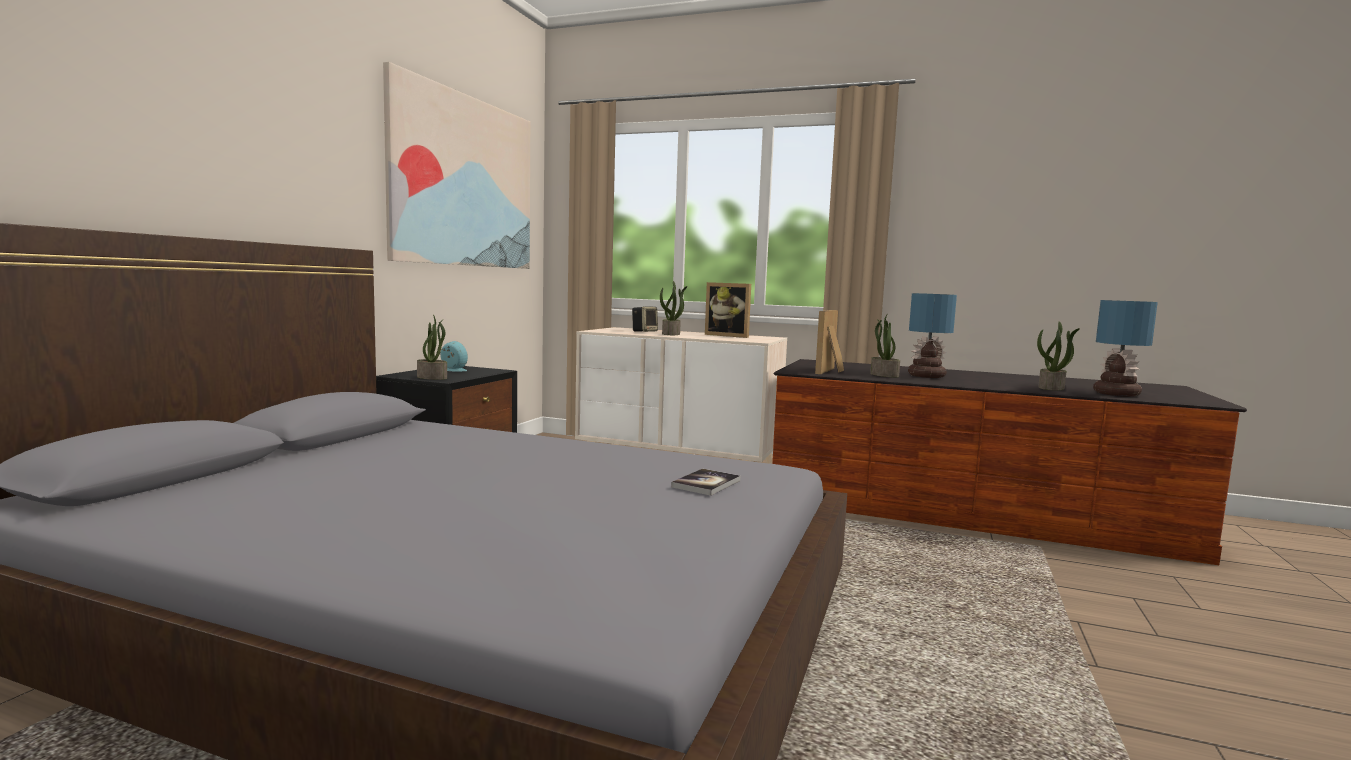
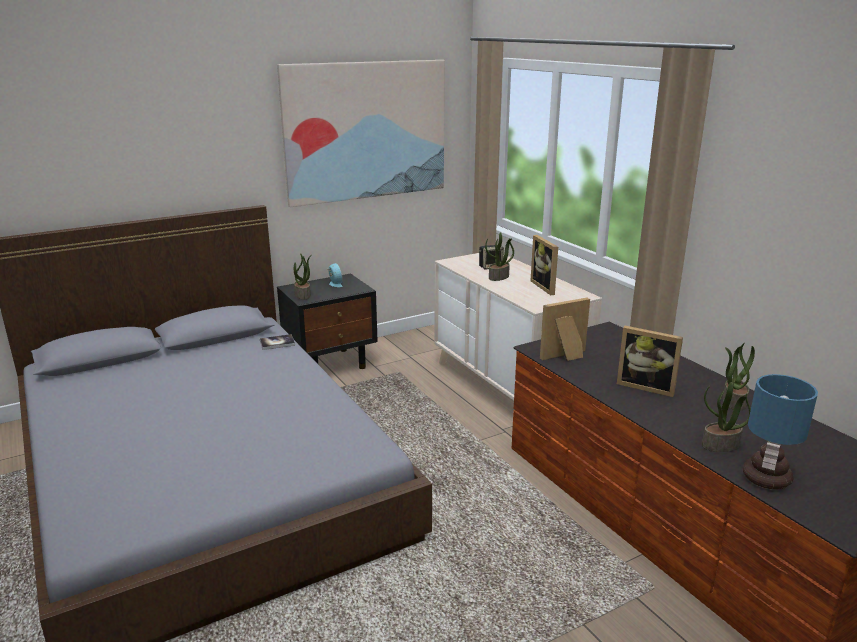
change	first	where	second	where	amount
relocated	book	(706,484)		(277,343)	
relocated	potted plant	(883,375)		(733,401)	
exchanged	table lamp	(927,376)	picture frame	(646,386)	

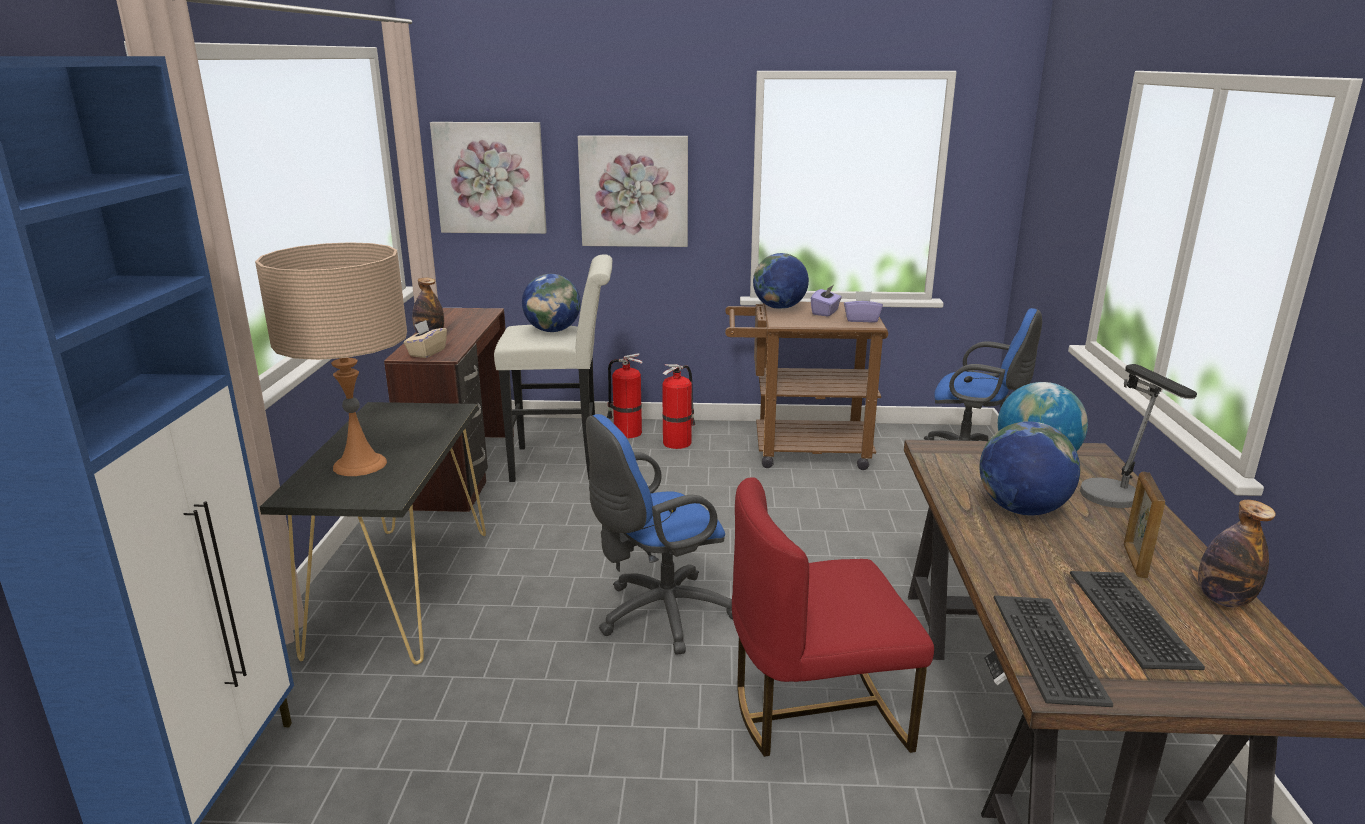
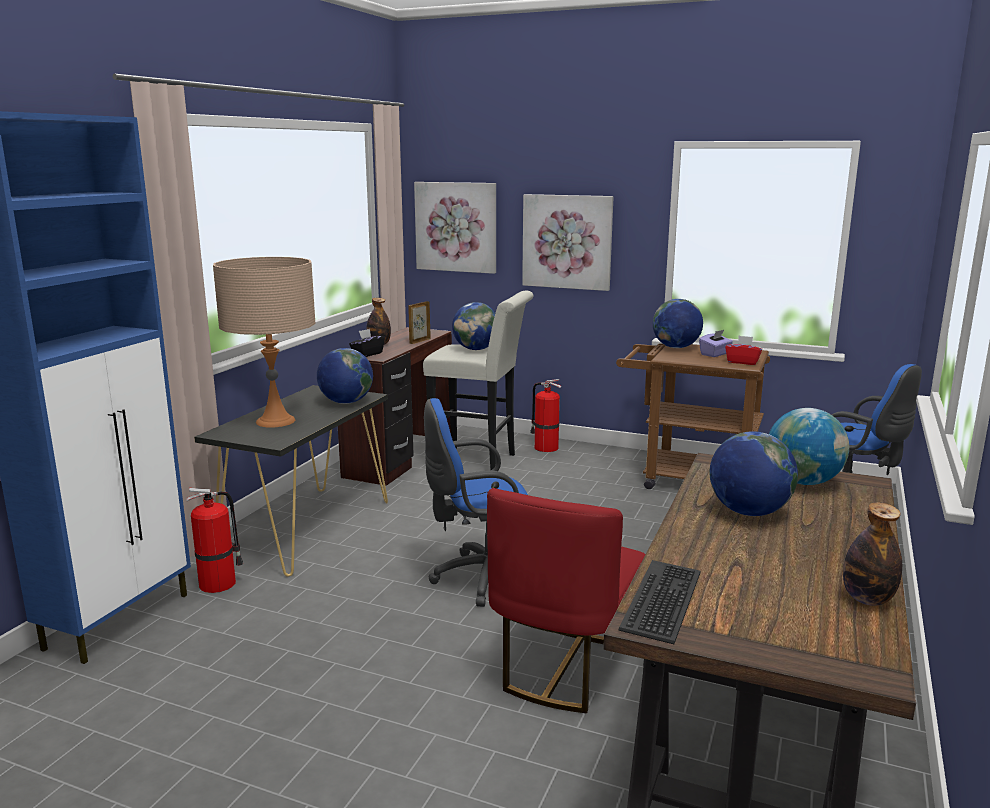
change	first	where	second	where	amount
missing	keyboard	(1132,619)			
missing	table lamp	(1117,503)			
appeared			globe	(346,402)	
relocated	fire extinguisher	(678,442)		(219,583)	
relocated	picture frame	(1134,561)		(419,341)	
colour	beige tissue box	(427,352)	black tissue box	(367,354)	
colour	purple tissue box	(861,319)	red tissue box	(742,362)	
spun	red chair	(817,710)		(563,666)	75 degrees counterclockwise

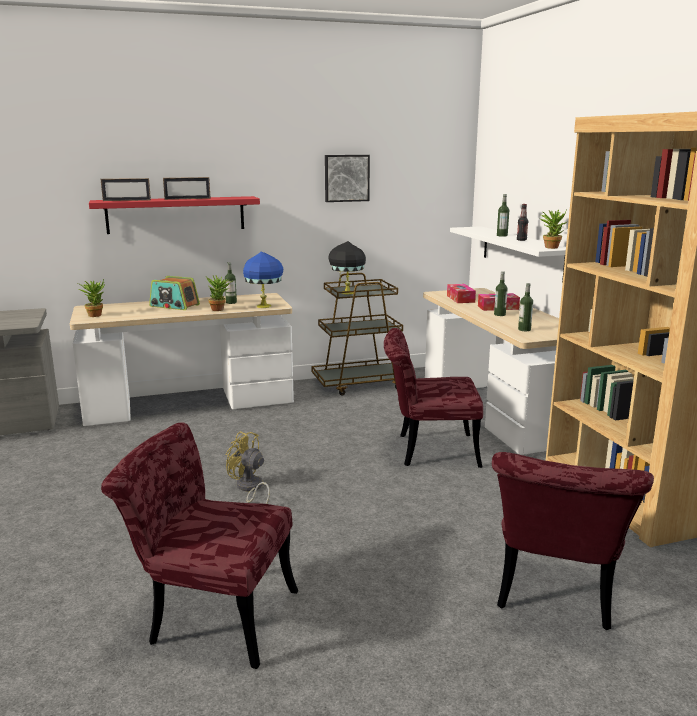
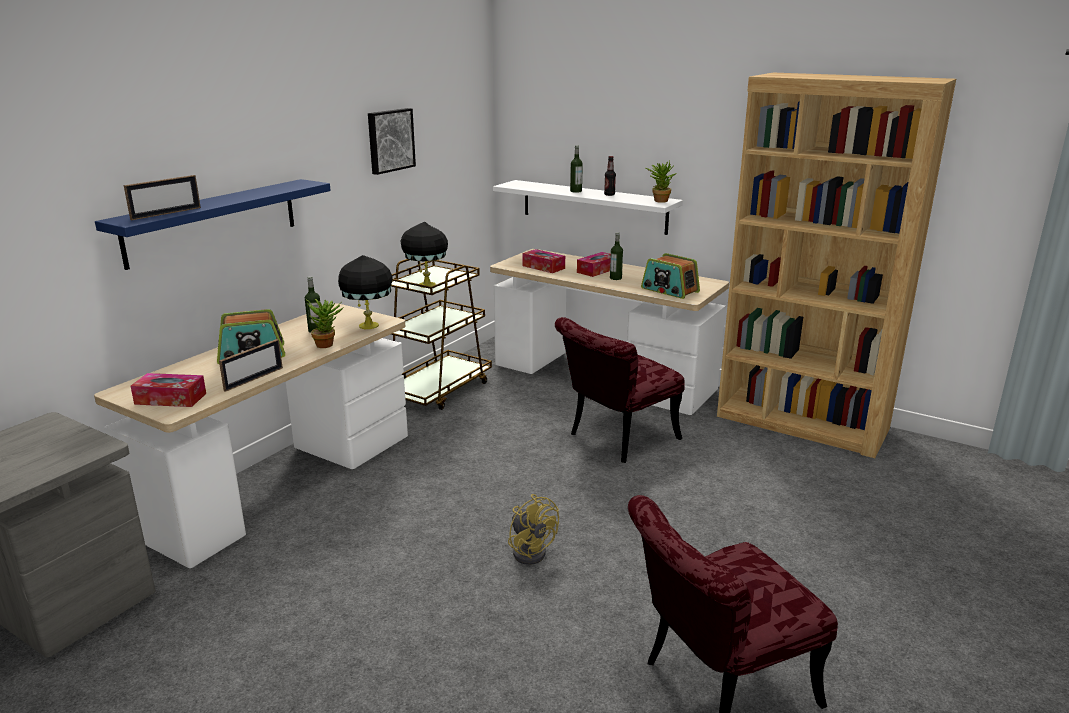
change	first	where	second	where	amount
missing	red chair	(554,596)			
relocated	picture frame	(187,199)		(254,379)	
exchanged	potted plant	(96,315)	tissue box	(170,399)	
exchanged	bottle	(524,329)	radio	(669,290)	
colour	red shelf	(176,214)	blue shelf	(213,222)	
colour	blue table lamp	(264,306)	black table lamp	(369,325)	
spun	yellow fan	(250,488)		(531,550)	120 degrees counterclockwise

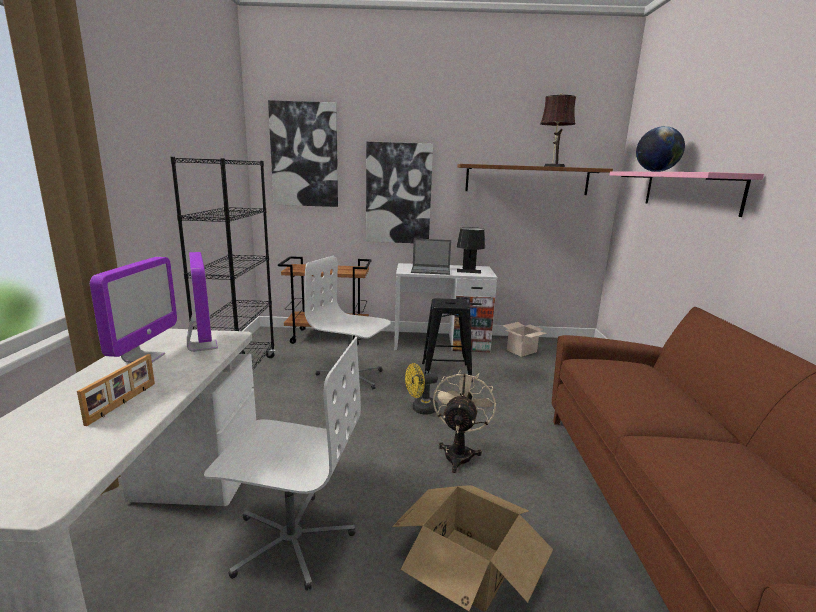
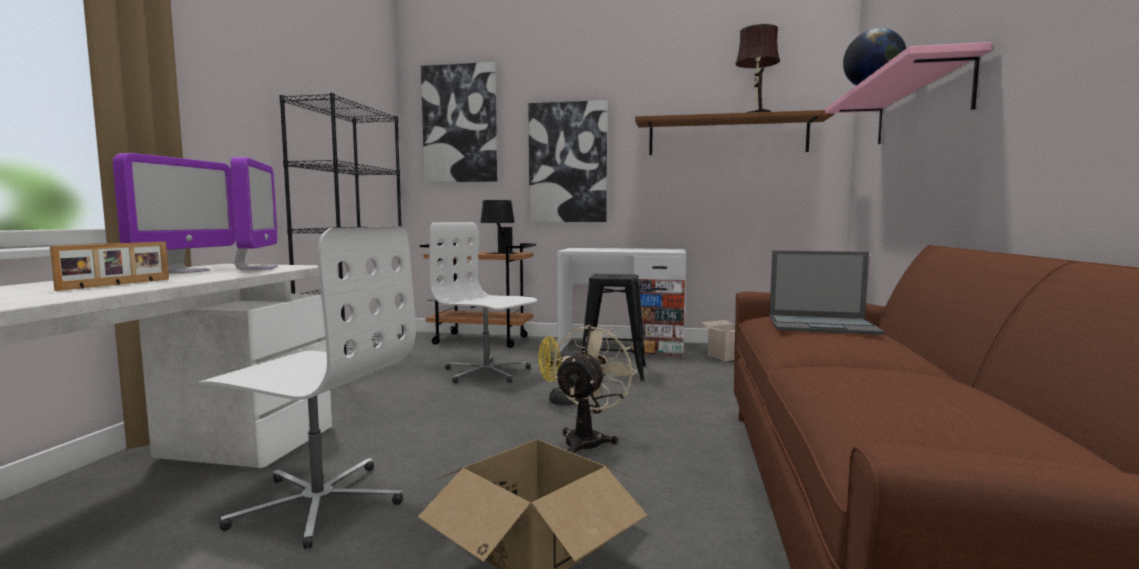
change	first	where	second	where	amount
relocated	laptop	(431,270)		(823,325)	
relocated	black table lamp	(469,272)		(499,253)	

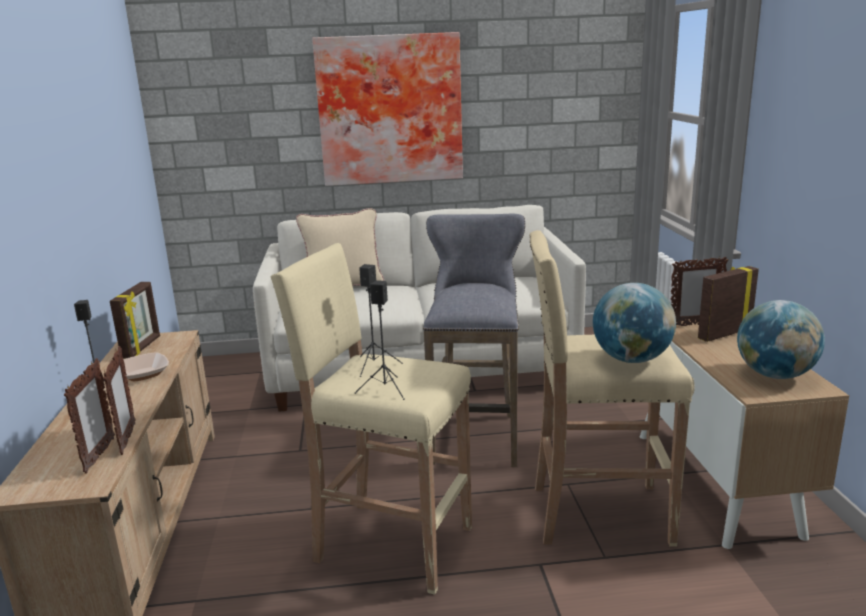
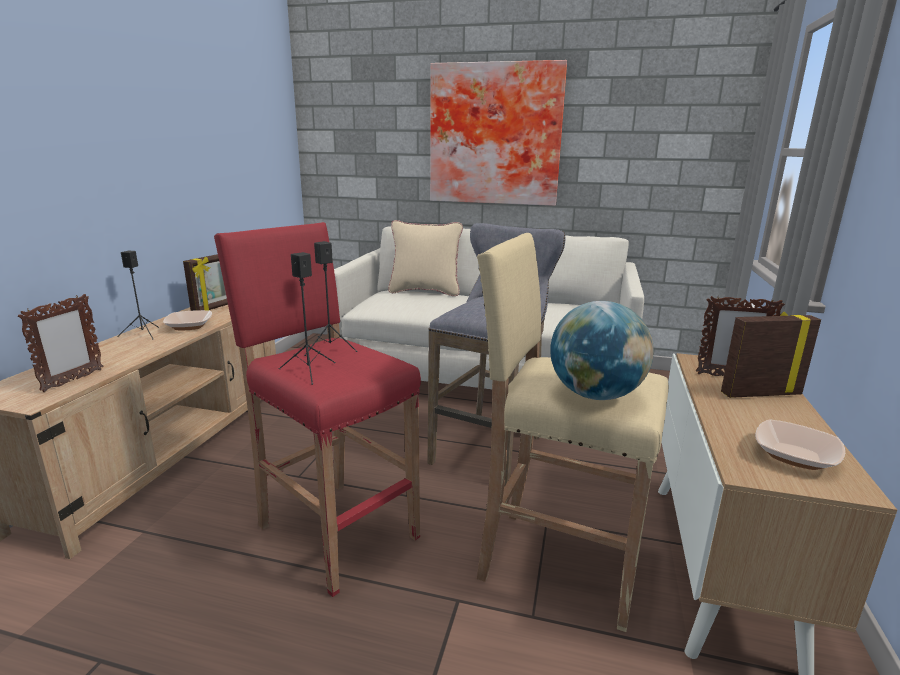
change	first	where	second	where	amount
missing	picture frame	(127,439)			
exchanged	globe	(775,375)	bowl	(795,456)	
colour	beige stool	(390,543)	red stool	(335,530)	

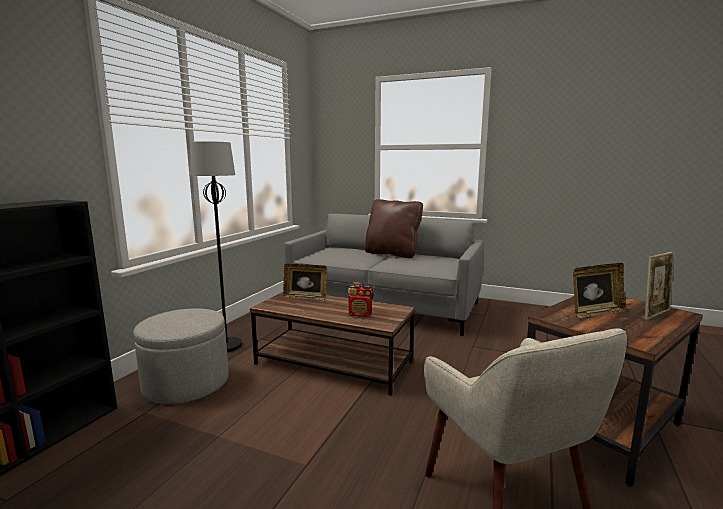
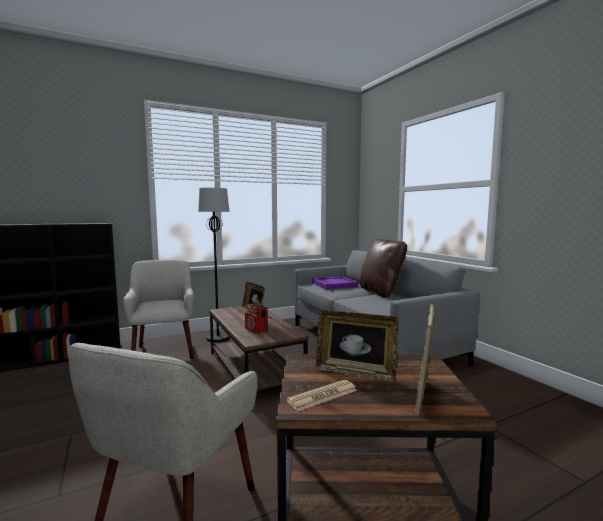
change	first	where	second	where	amount
appeared			newspaper	(322,396)	
appeared			purple tray	(334,284)	
exchanged	grey ottoman	(186,383)	beige armchair	(164,352)	
spun	picture frame	(655,314)		(422,396)	105 degrees clockwise

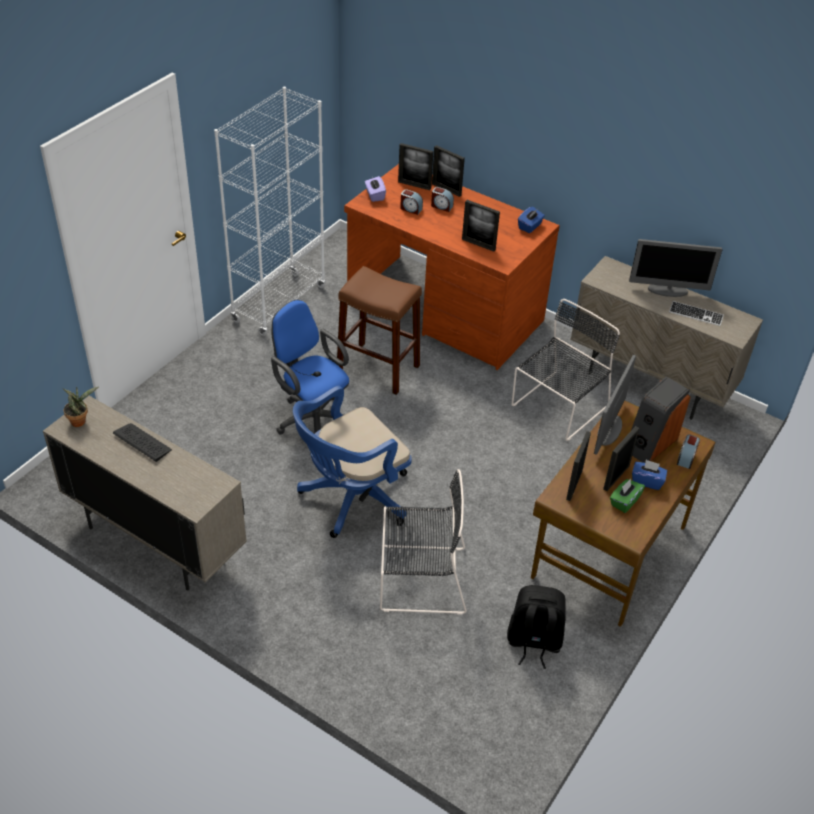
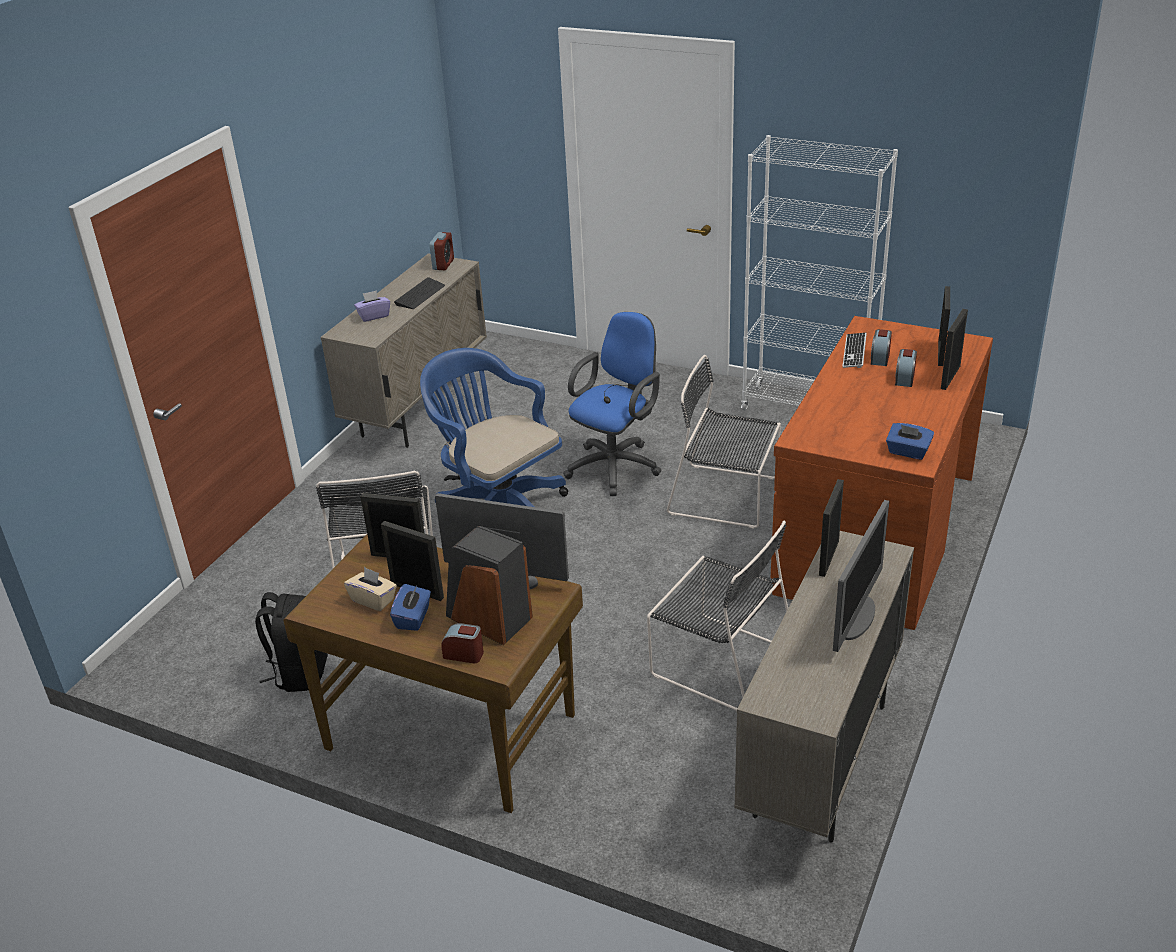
change	first	where	second	where	amount
relocated	purple tissue box	(375,195)		(374,316)	
relocated	picture frame	(478,244)		(829,558)	
relocated	keyboard	(695,314)		(854,352)	
exchanged	potted plant	(80,421)	alarm clock	(443,264)	
exchanged	brown stool	(378,368)	black chair	(727,496)	
colour	green tissue box	(624,501)	beige tissue box	(373,600)	
spun	monitor	(668,290)		(856,618)	150 degrees counterclockwise

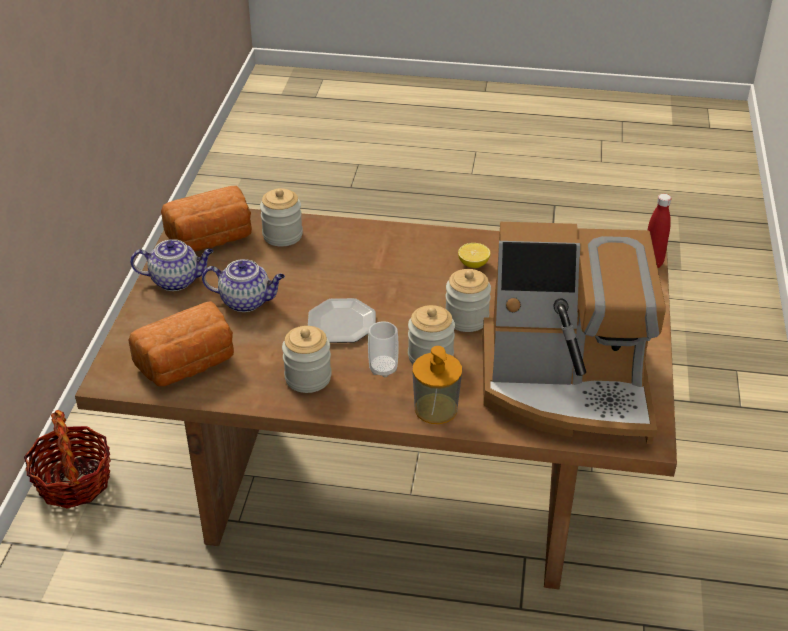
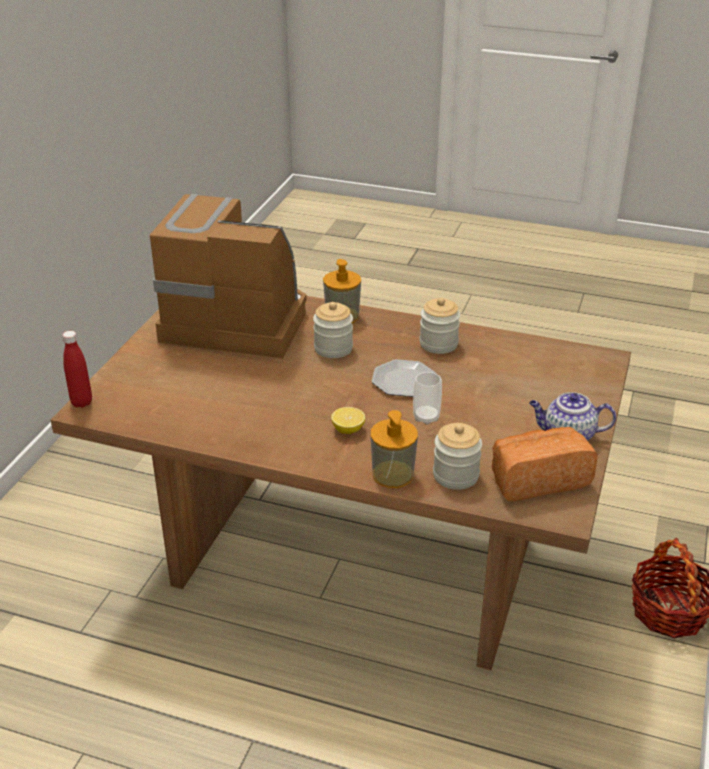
change	first	where	second	where	amount
missing	bread	(188,365)			
missing	teapot	(247,301)			
missing	jar	(466,318)			
appeared			soap dispenser	(393,474)	
relocated	cup	(383,369)		(426,417)	
relocated	lemon	(473,264)		(348,429)	

